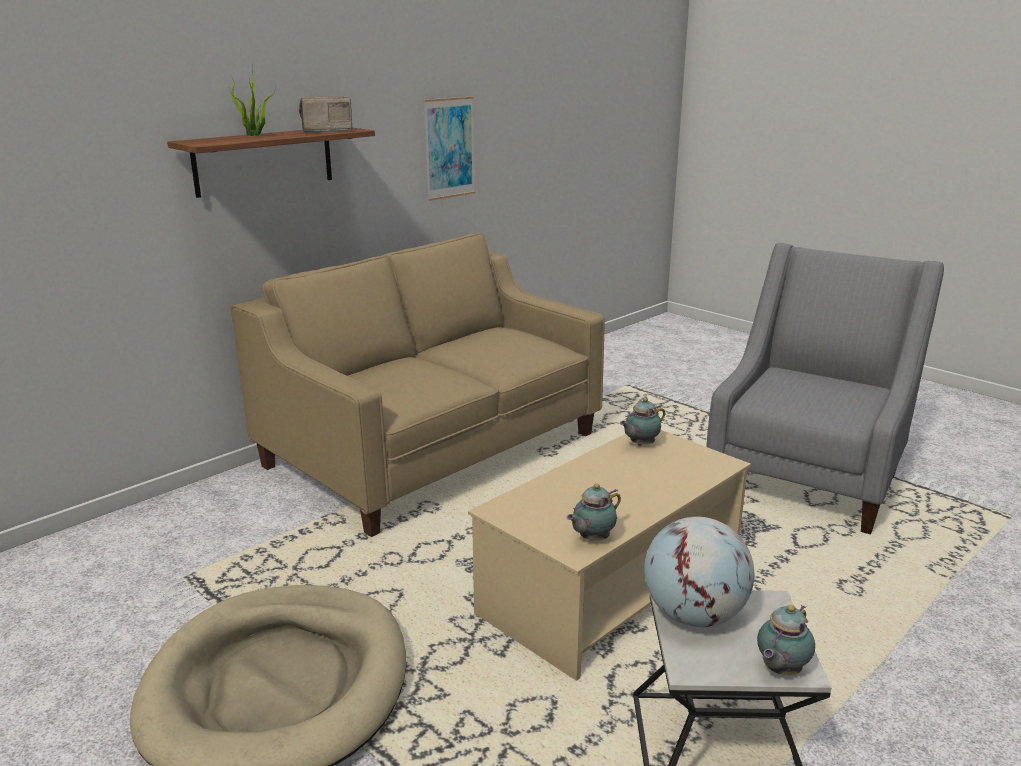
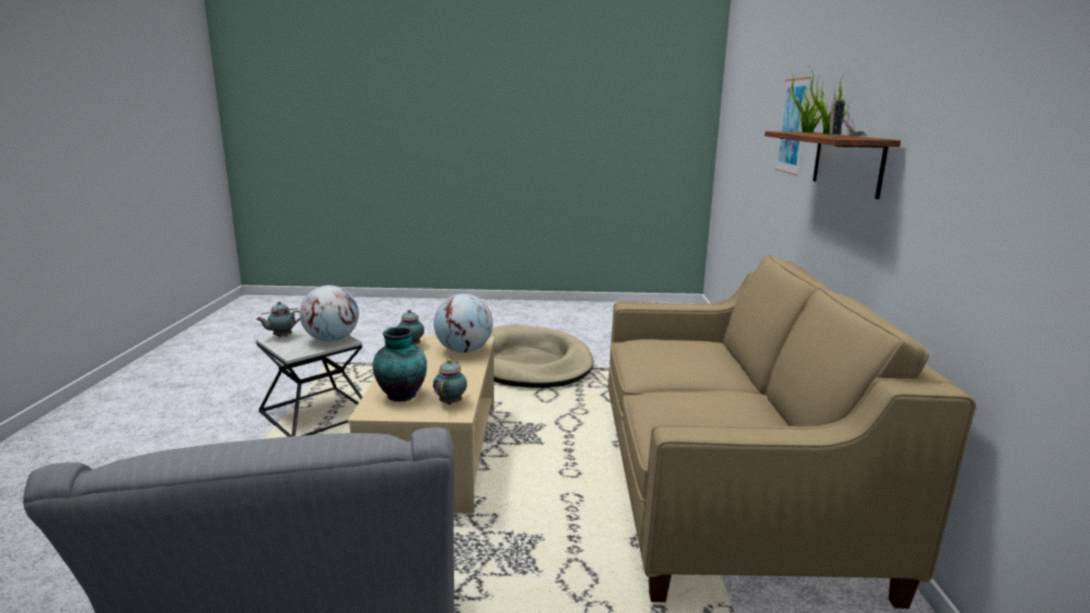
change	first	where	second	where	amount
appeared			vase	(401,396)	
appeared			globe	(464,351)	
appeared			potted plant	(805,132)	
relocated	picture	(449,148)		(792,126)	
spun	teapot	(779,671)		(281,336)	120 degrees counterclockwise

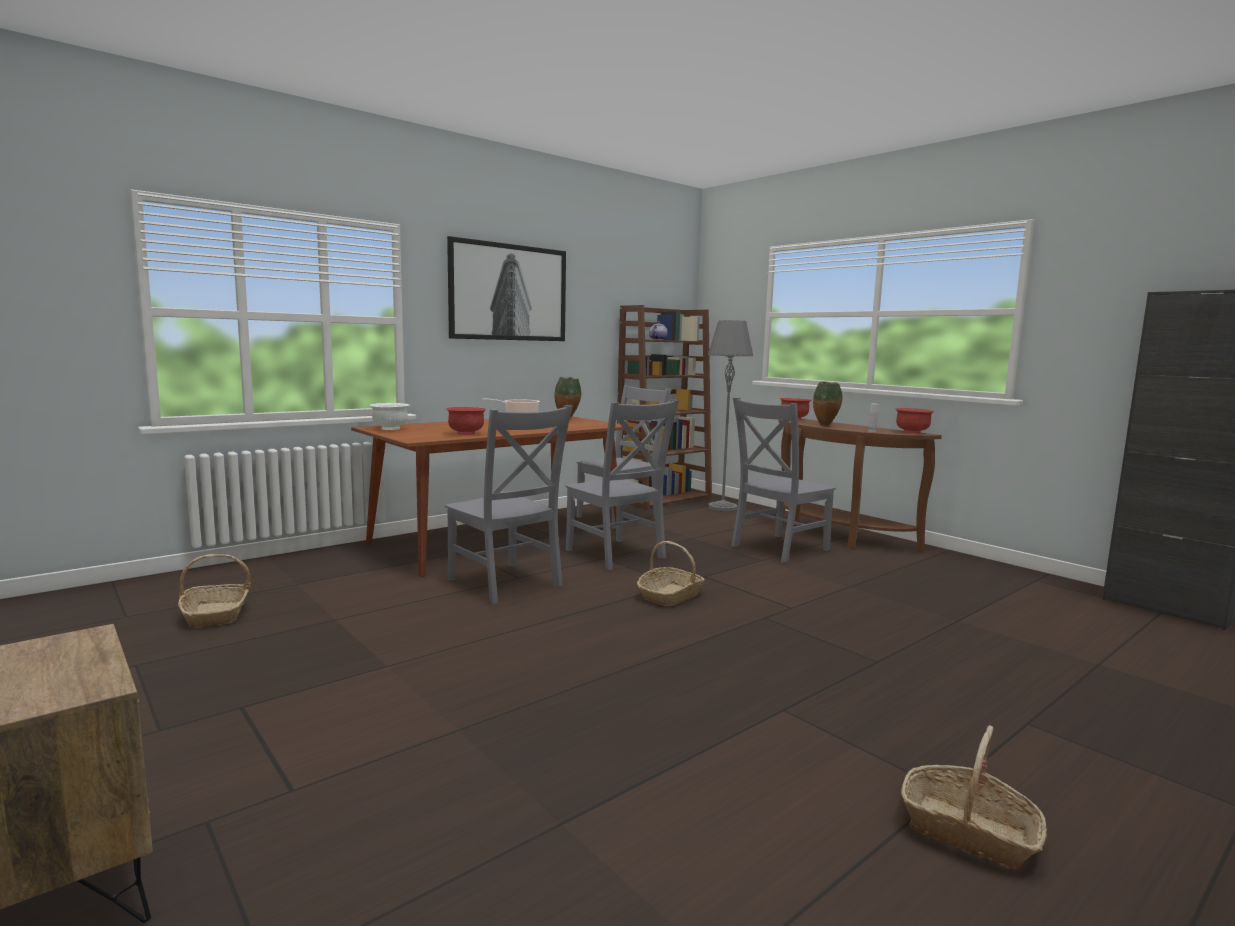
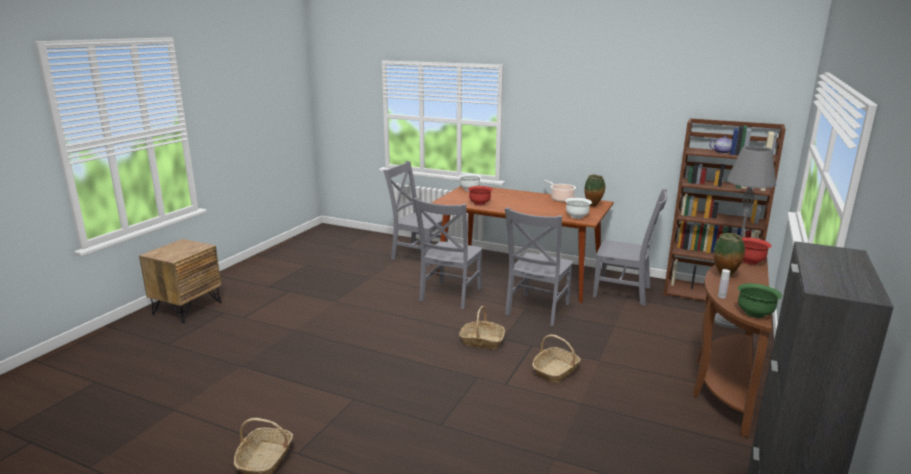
change	first	where	second	where	amount
missing	picture	(508,292)			
appeared			white bowl	(577,217)	
relocated	basket	(216,614)		(555,371)	
relocated	grey chair	(777,549)		(417,255)	
colour	red bowl	(912,432)	green bowl	(755,314)	

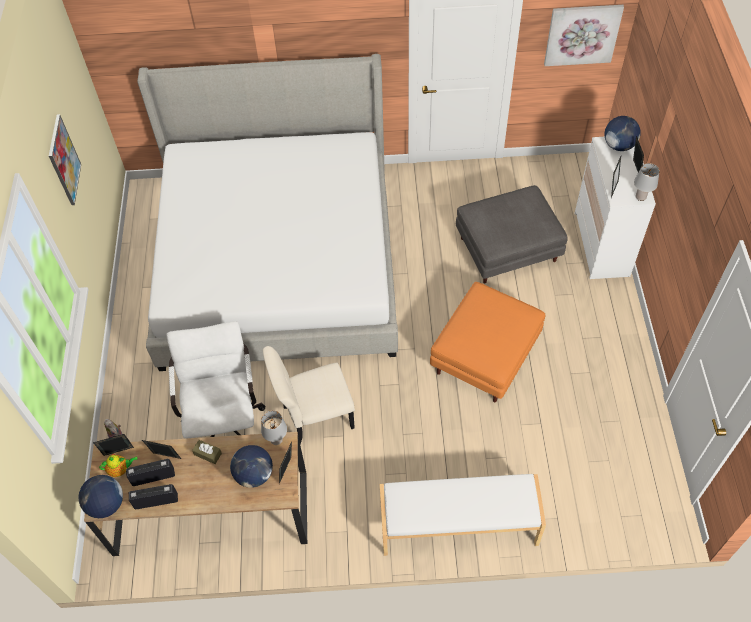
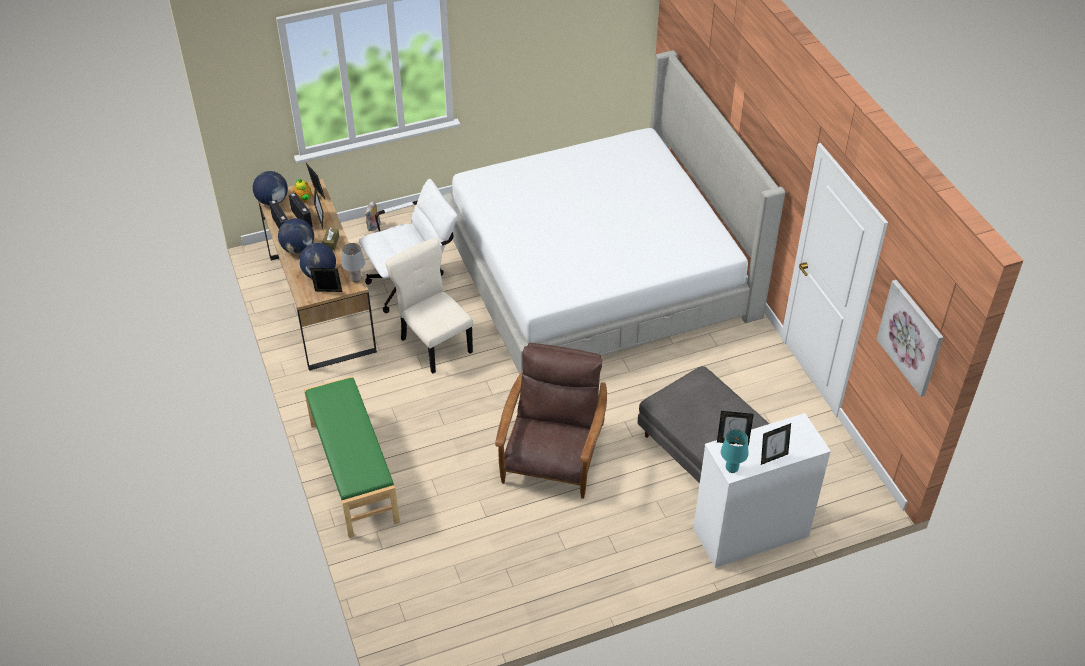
change	first	where	second	where	amount
missing	picture	(64,160)			
relocated	globe	(618,145)		(298,249)	
exchanged	orange ottoman	(485,355)	brown armchair	(553,455)	
colour	white bench	(458,526)	green bench	(353,472)	
colour	grey table lamp	(641,197)	turquoise table lamp	(732,468)	

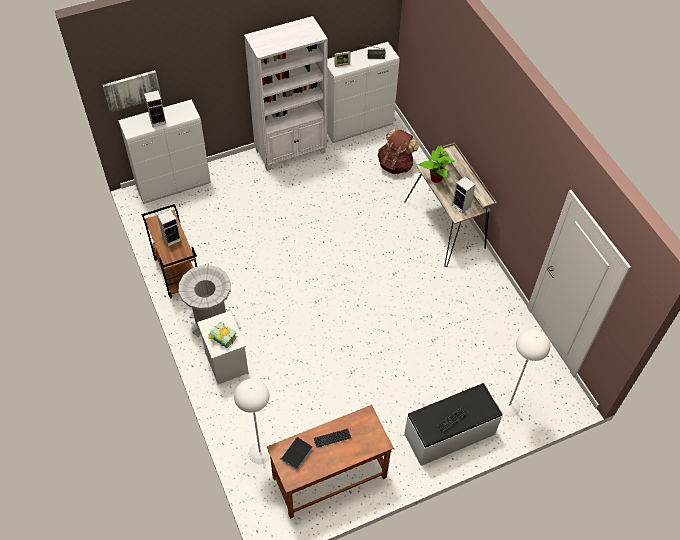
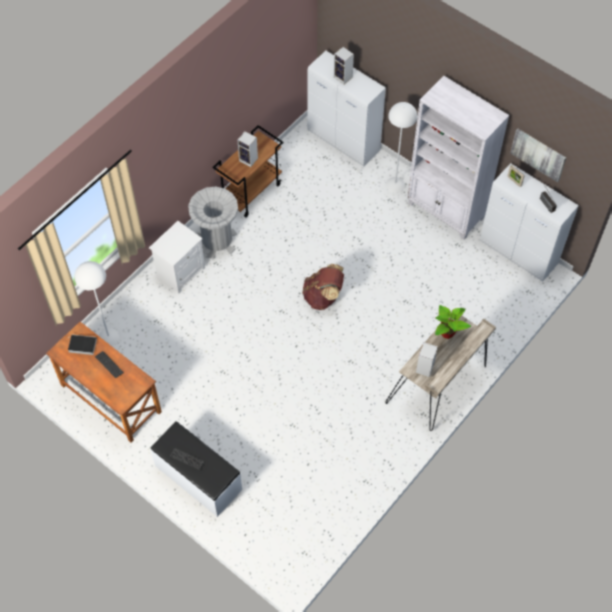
change	first	where	second	where	amount
missing	book	(221,340)			
relocated	picture	(132,90)		(538,154)	
relocated	brown backpack	(396,165)		(323,297)	
relocated	white floor lamp	(509,406)		(395,184)	

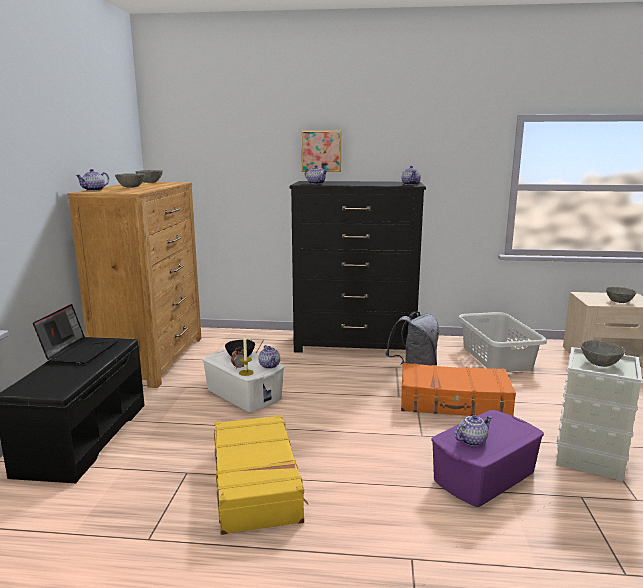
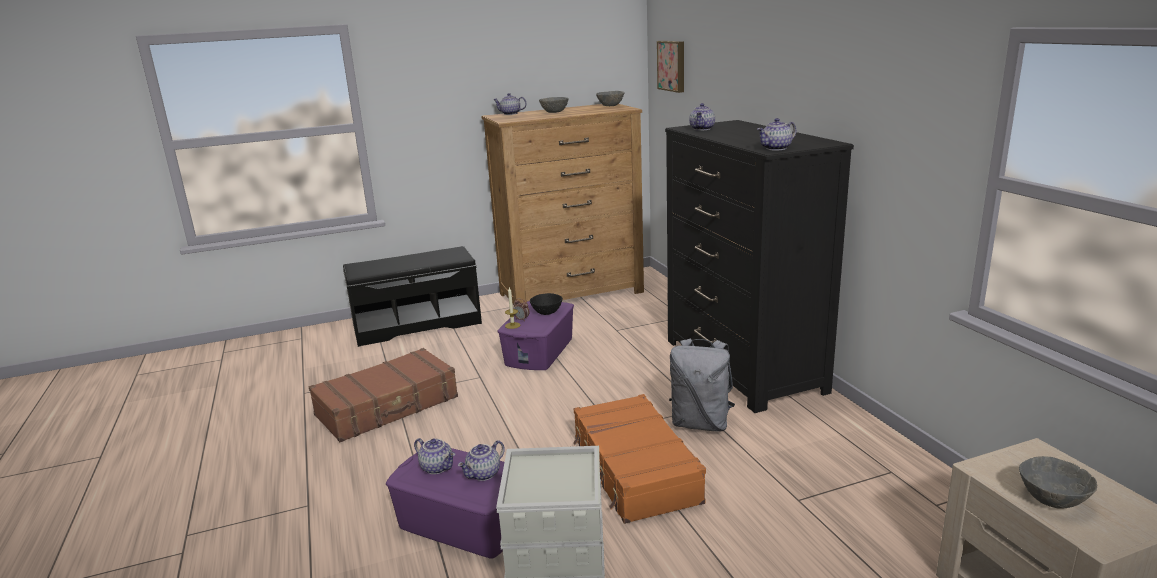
change	first	where	second	where	amount
missing	laptop	(80,351)			
missing	grey laundry basket	(497,357)			
missing	grey bowl	(600,363)			
relocated	teapot	(270,366)		(484,474)	
relocated	picture	(321,151)		(672,65)	
colour	white storage box	(244,394)	purple storage box	(540,351)	
colour	yellow suitcase	(257,483)	brown suitcase	(388,407)	

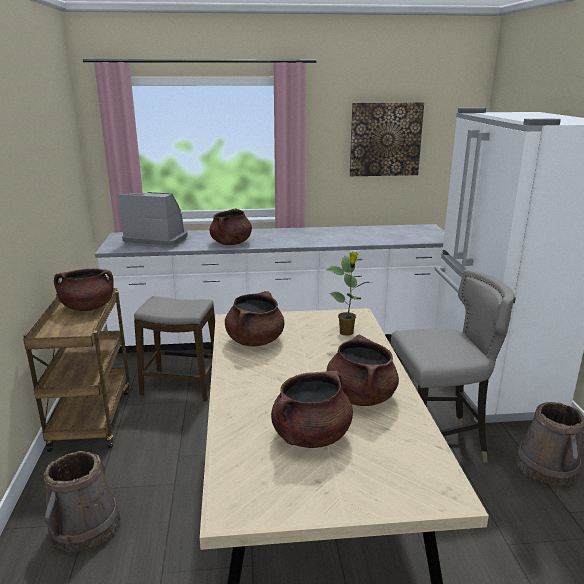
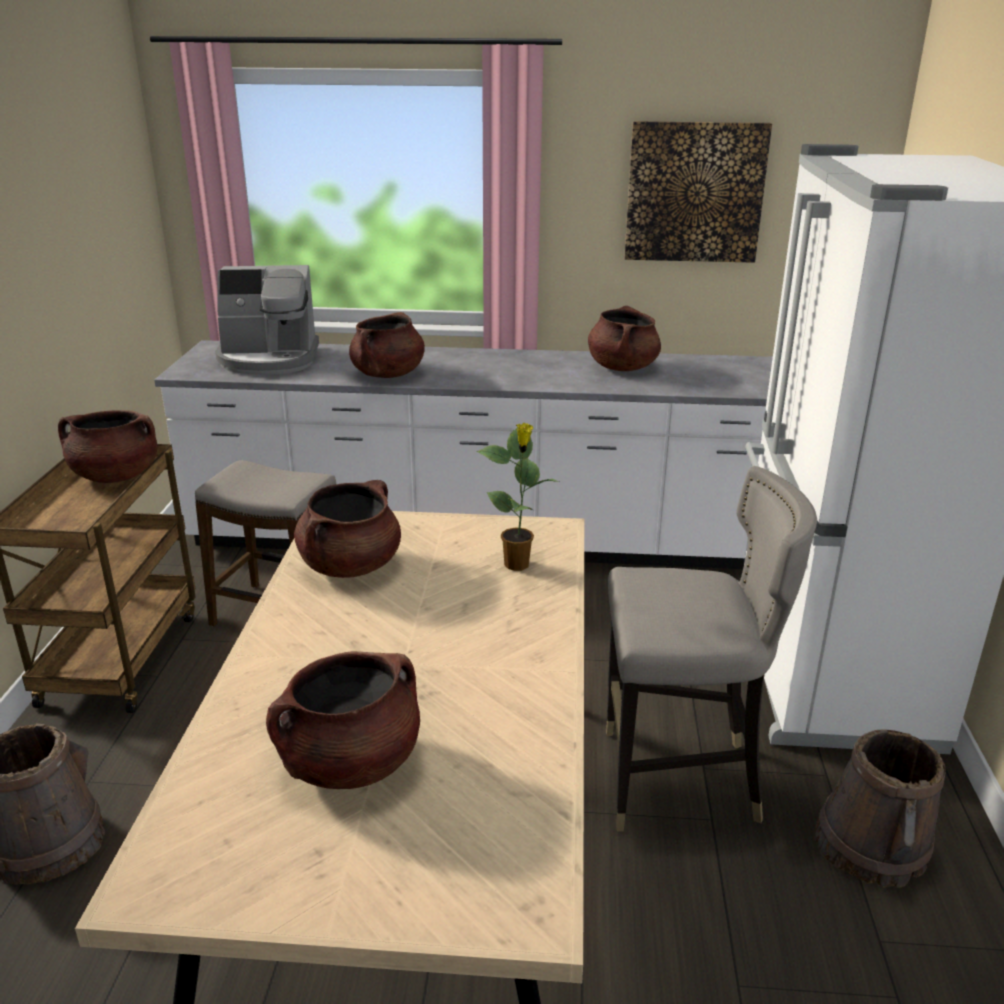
change	first	where	second	where	amount
relocated	brown cooking pot	(360,396)		(622,367)	
spun	coffee machine	(158,240)		(269,359)	150 degrees clockwise

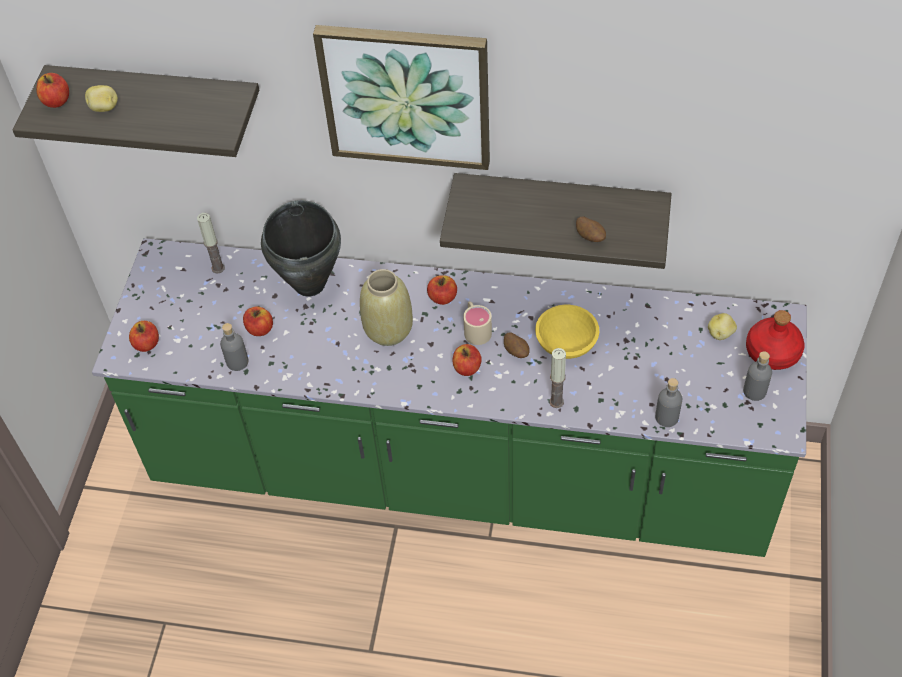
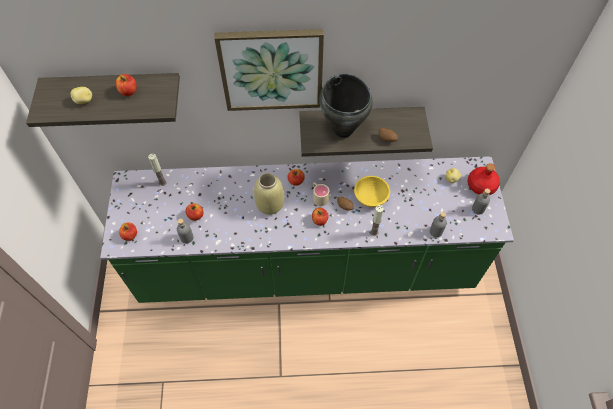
change	first	where	second	where	amount
relocated	apple	(57,101)		(128,91)	
relocated	black cooking pot	(310,284)		(343,129)	

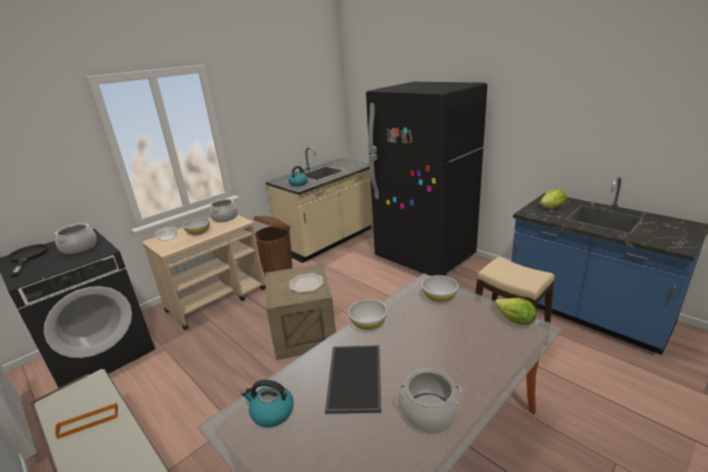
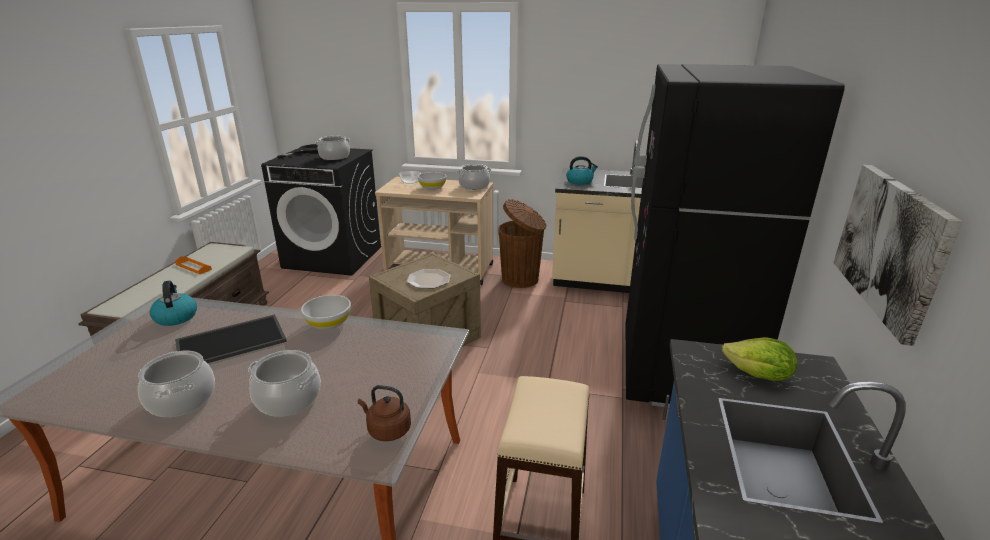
change	first	where	second	where	amount
missing	white bowl	(439,297)			
appeared			cooking pot	(288,399)	
appeared			picture	(891,246)	
exchanged	lettuce	(515,321)	brown kettle	(387,430)	

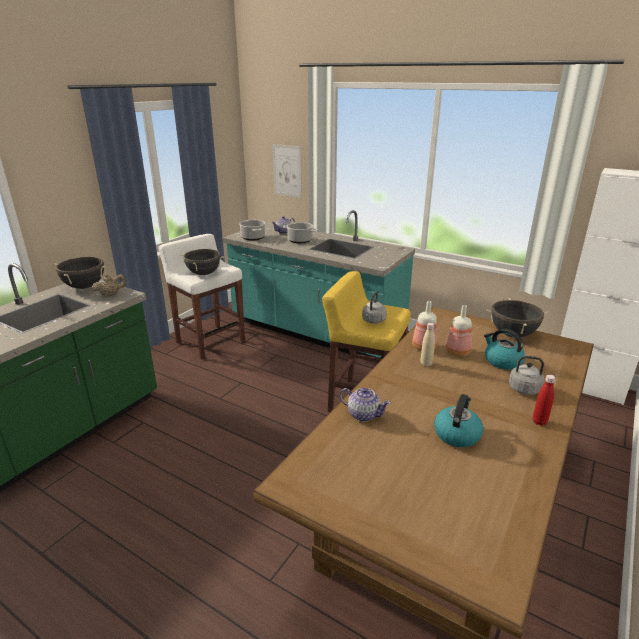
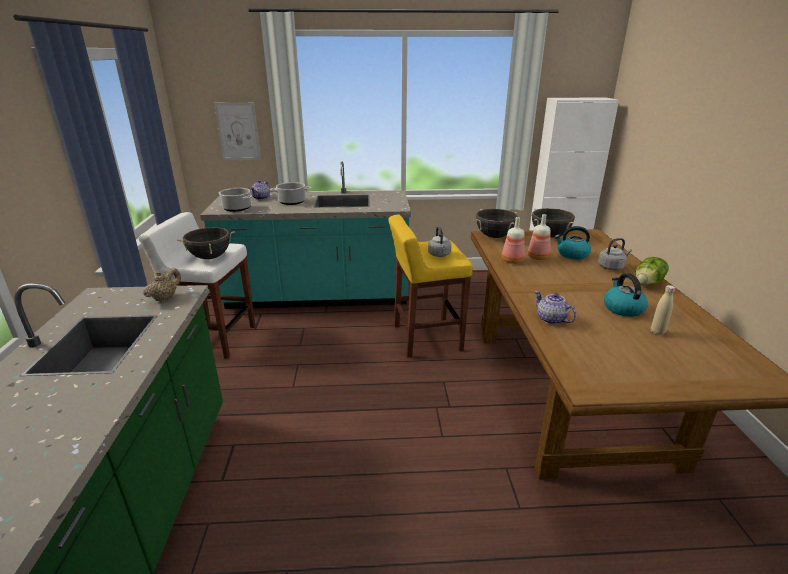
change	first	where	second	where	amount
relocated	black cooking pot	(85,287)		(494,236)	
relocated	beige bottle	(426,364)		(657,332)	
exchanged	red bottle	(539,422)	lettuce	(648,283)	
spun	teapot	(363,414)		(551,319)	120 degrees counterclockwise

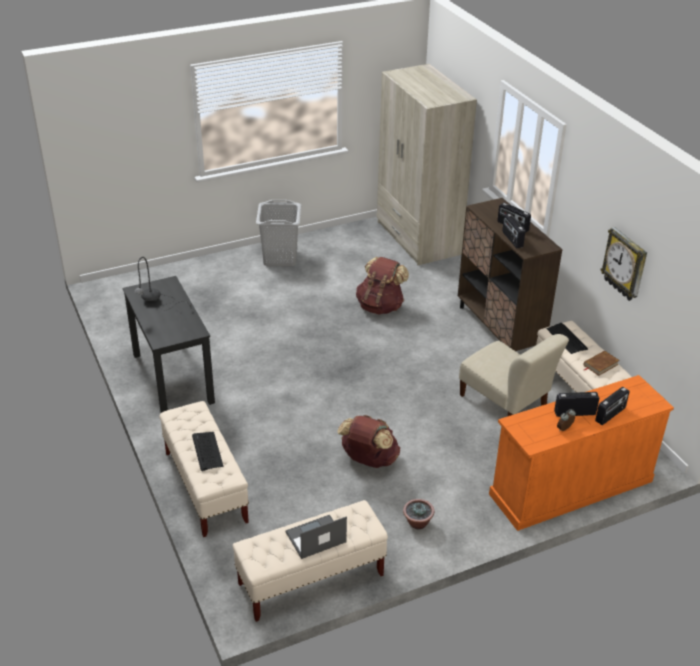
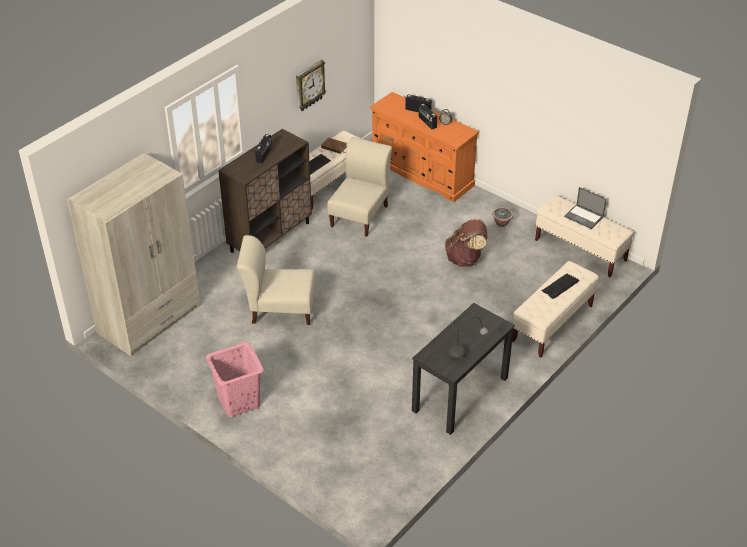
change	first	where	second	where	amount
missing	radio	(512,239)			
exchanged	brown backpack	(380,306)	beige chair	(279,309)	
colour	grey laundry basket	(280,258)	pink laundry basket	(238,401)	

